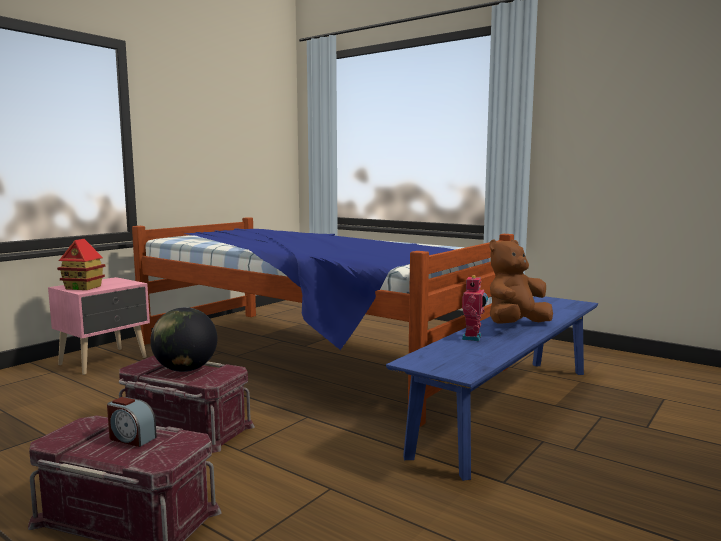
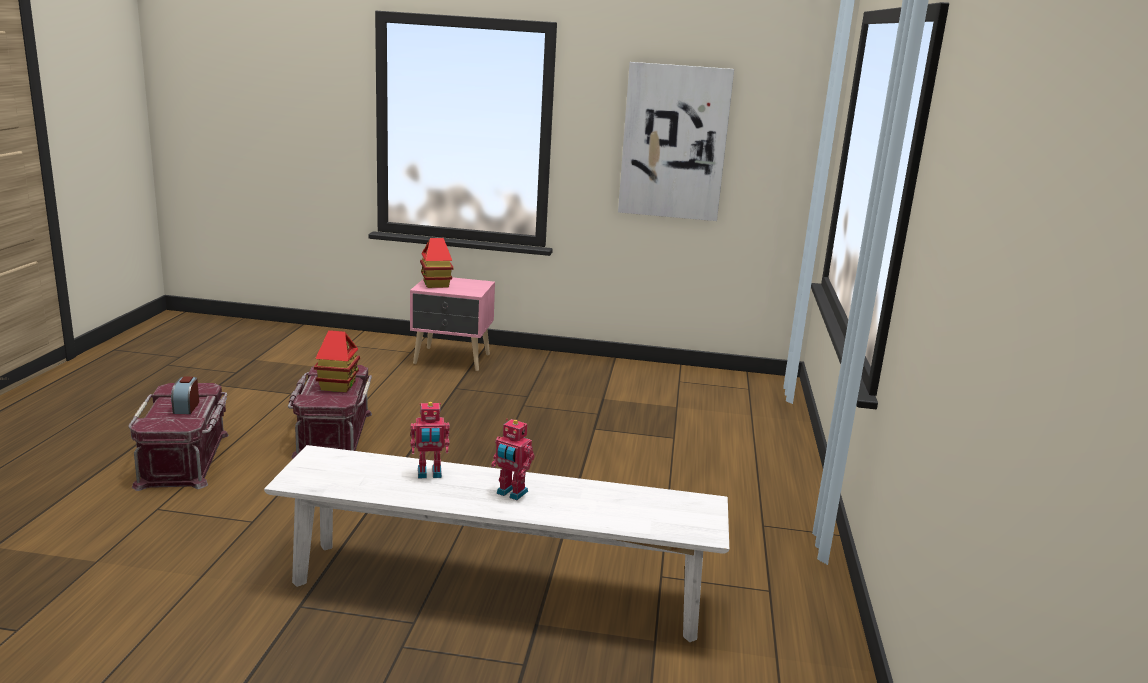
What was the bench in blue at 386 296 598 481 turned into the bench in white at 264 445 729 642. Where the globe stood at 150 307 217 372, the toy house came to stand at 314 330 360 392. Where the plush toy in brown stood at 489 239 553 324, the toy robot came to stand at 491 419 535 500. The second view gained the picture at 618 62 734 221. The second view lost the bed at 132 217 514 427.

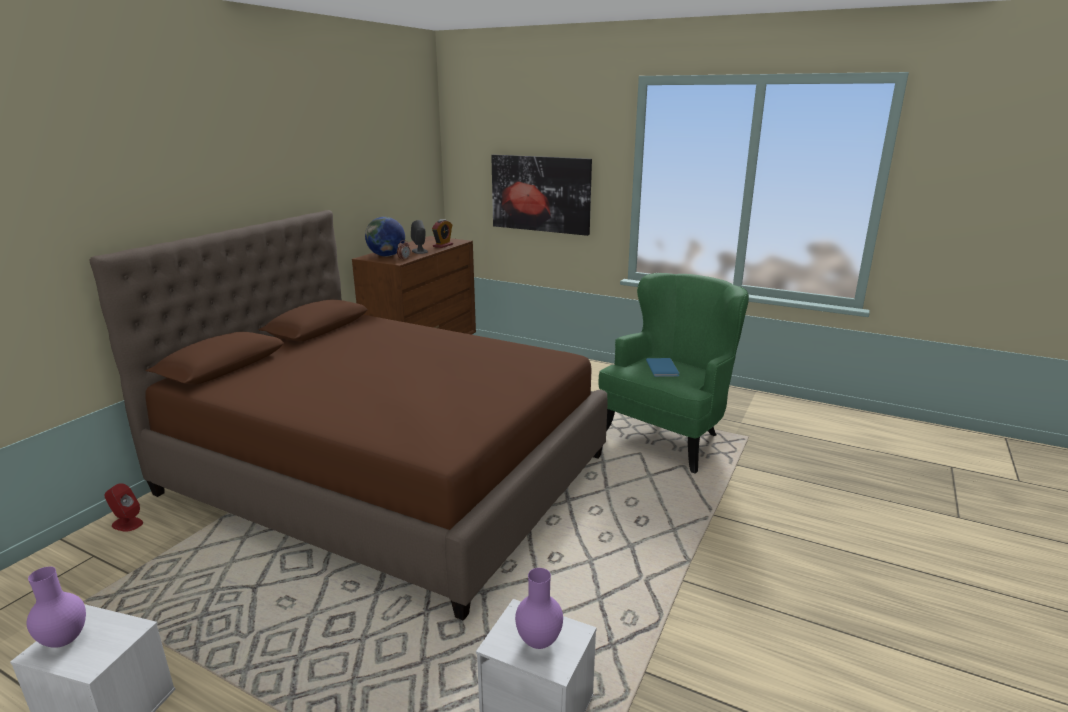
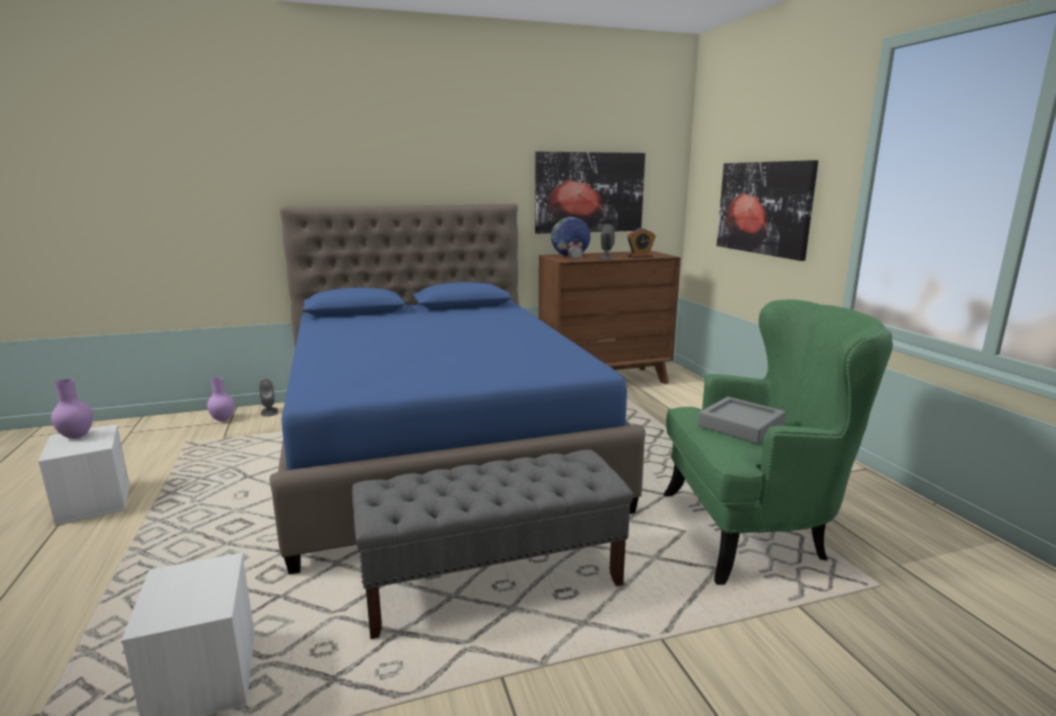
The vase in purple ended up elsewhere, having gone from 515 568 563 649 to 207 377 235 421. What was the speaker in red at 105 483 143 532 turned into the speaker in grey at 259 379 278 417. What was the bed in brown at 90 210 608 621 turned into the bed in blue at 270 204 646 575. The second view gained the bench in grey at 352 450 634 639. The second view gained the picture at 535 152 645 234. Where the book in blue stood at 646 358 680 377, the tray in grey came to stand at 698 397 785 444.

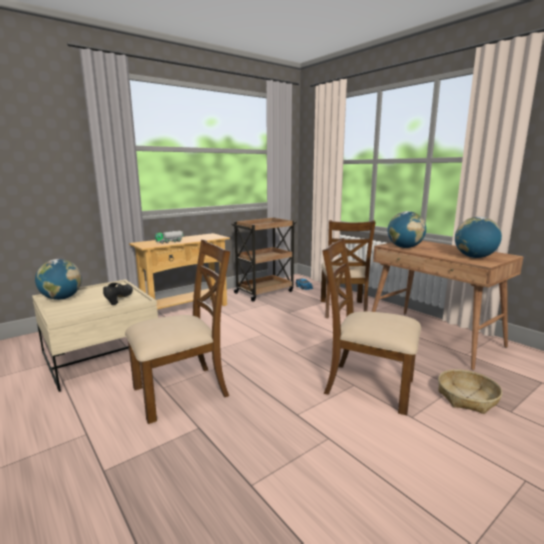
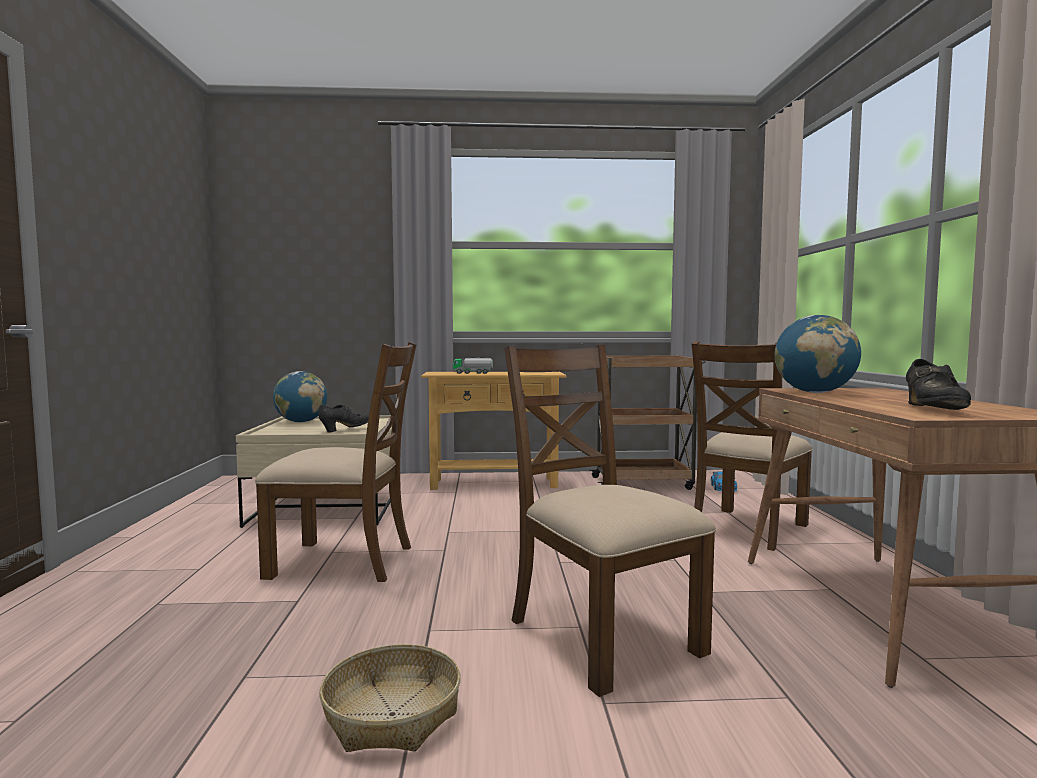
The basket ended up elsewhere, having gone from 438 369 502 414 to 319 644 461 752. Where the globe stood at 455 217 502 258, the shoe in black came to stand at 906 359 971 410.

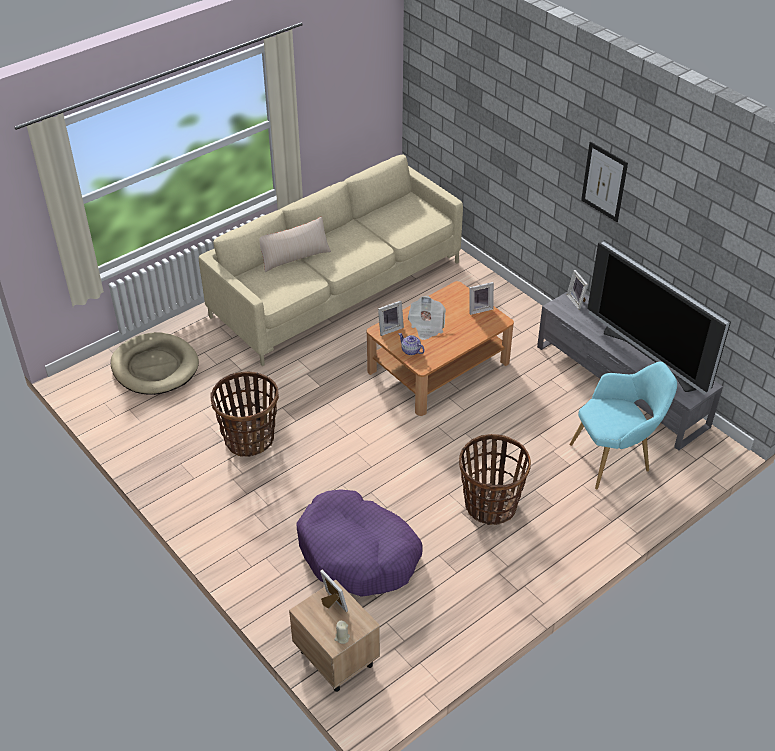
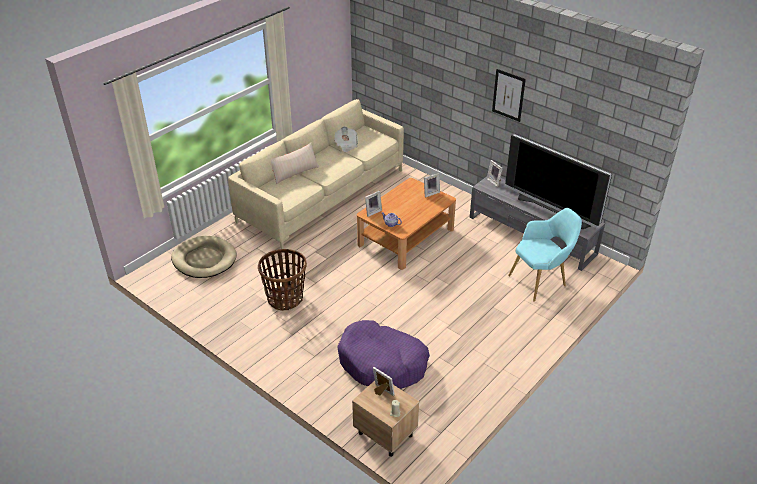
The newspaper ended up elsewhere, having gone from 408 296 446 340 to 334 126 358 152. The second view lost the basket at 459 434 531 525.

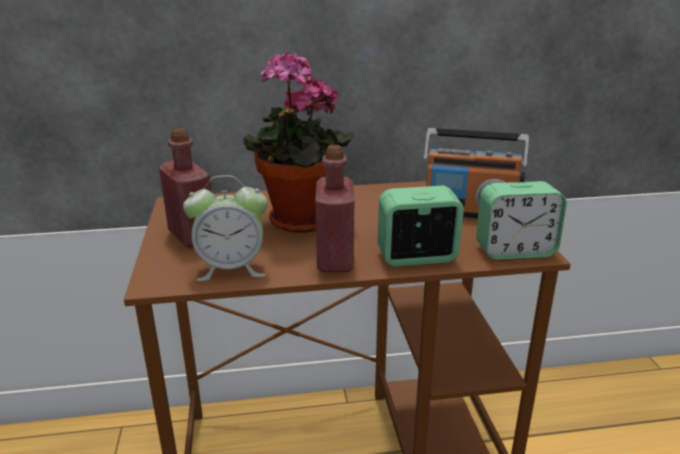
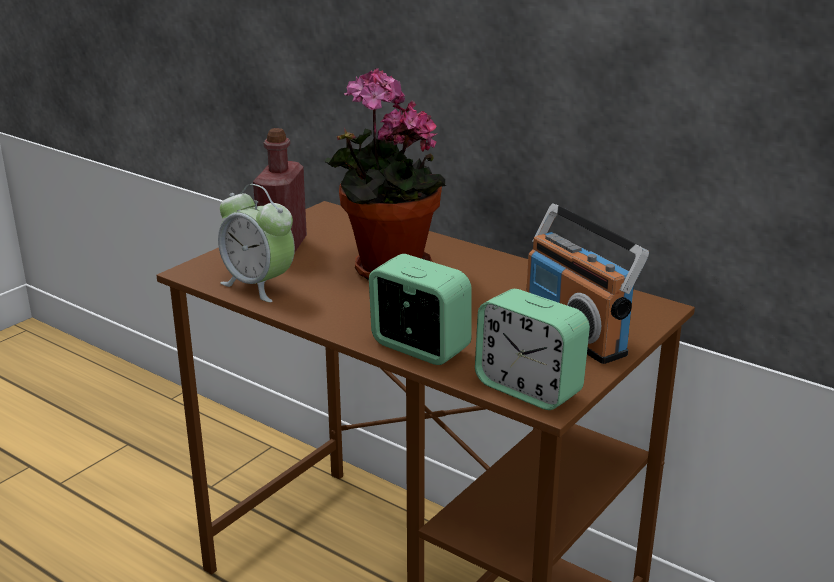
The second view lost the bottle in red at 315 145 354 272.

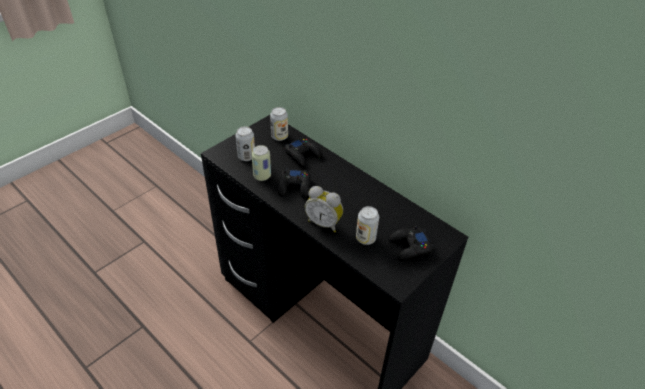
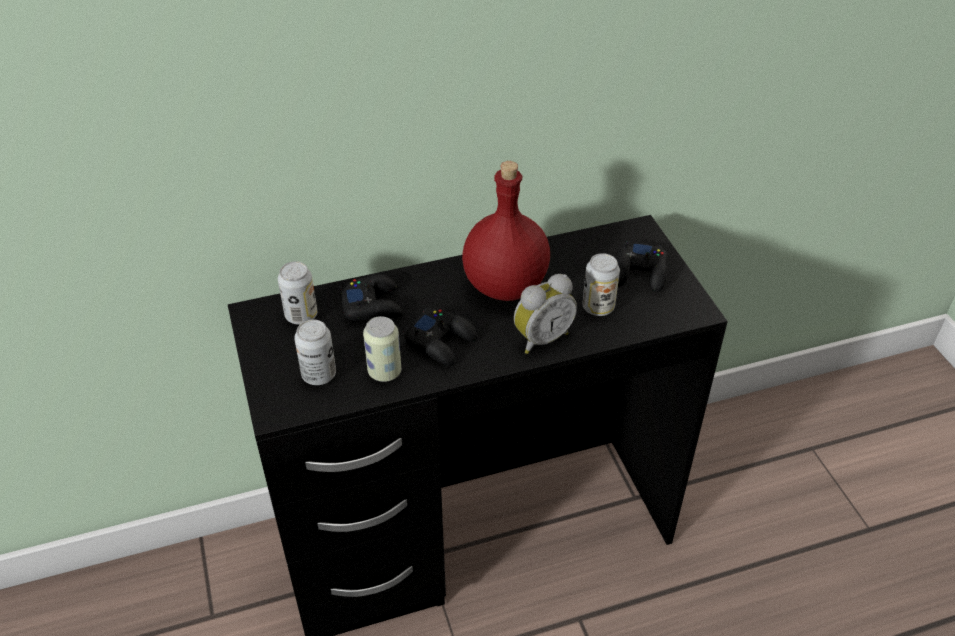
The second view gained the bottle in red at 462 161 550 301.

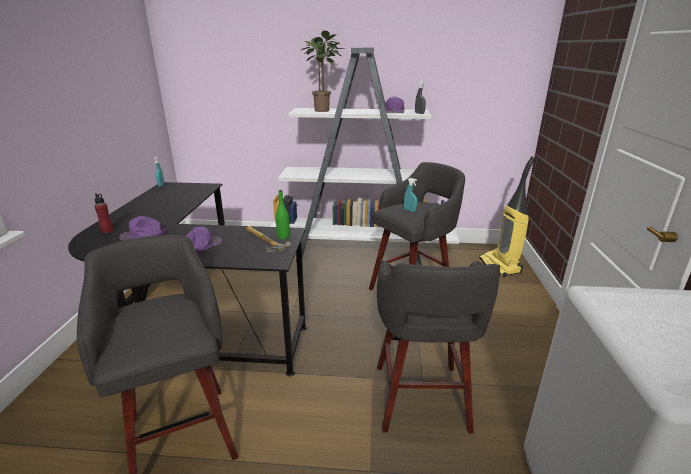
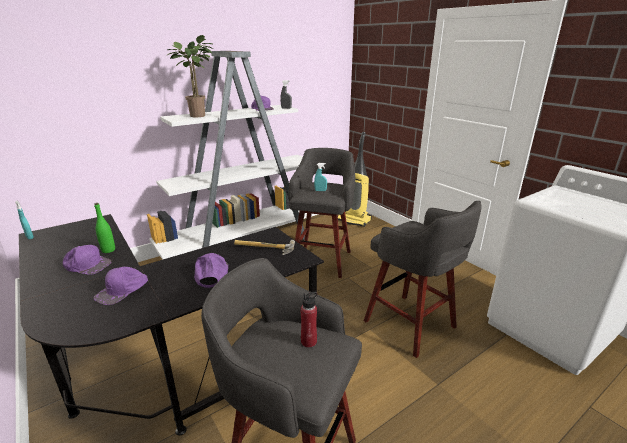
The second view gained the cap in purple at 63 245 112 275. The bottle in green ended up elsewhere, having gone from 276 190 290 239 to 94 203 115 253. The bottle in red ended up elsewhere, having gone from 95 193 114 233 to 300 292 318 347.

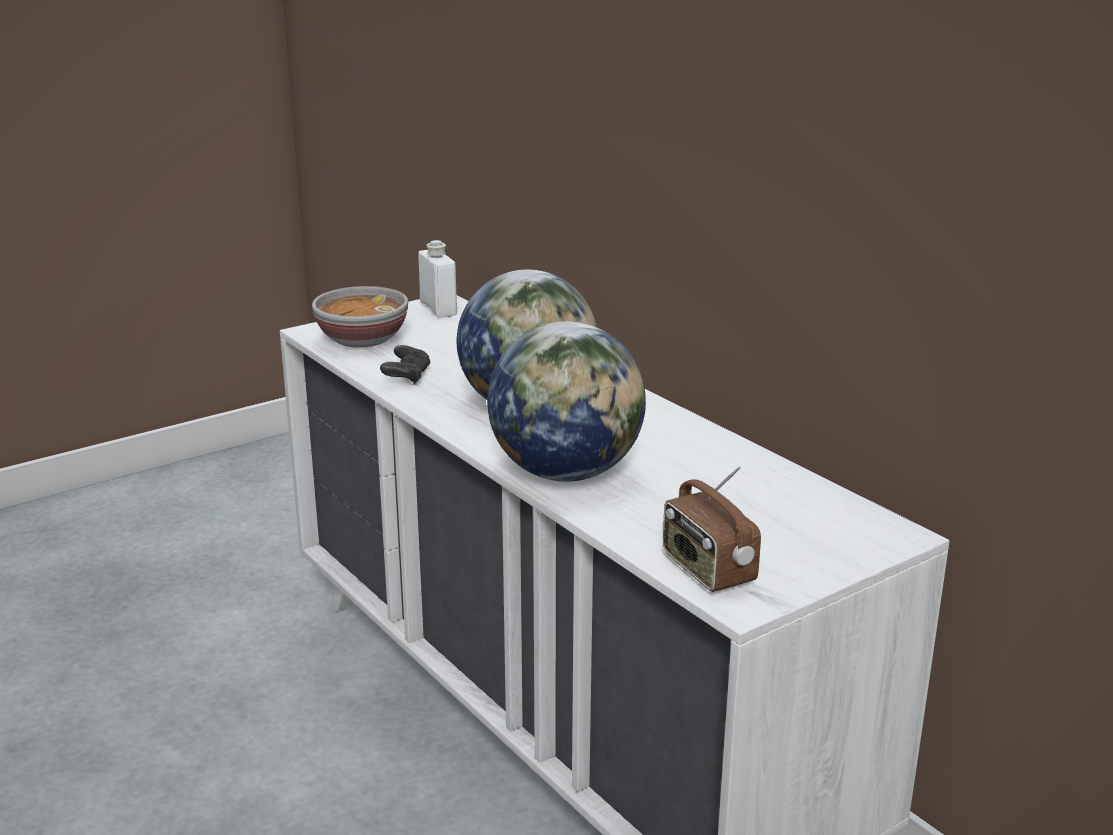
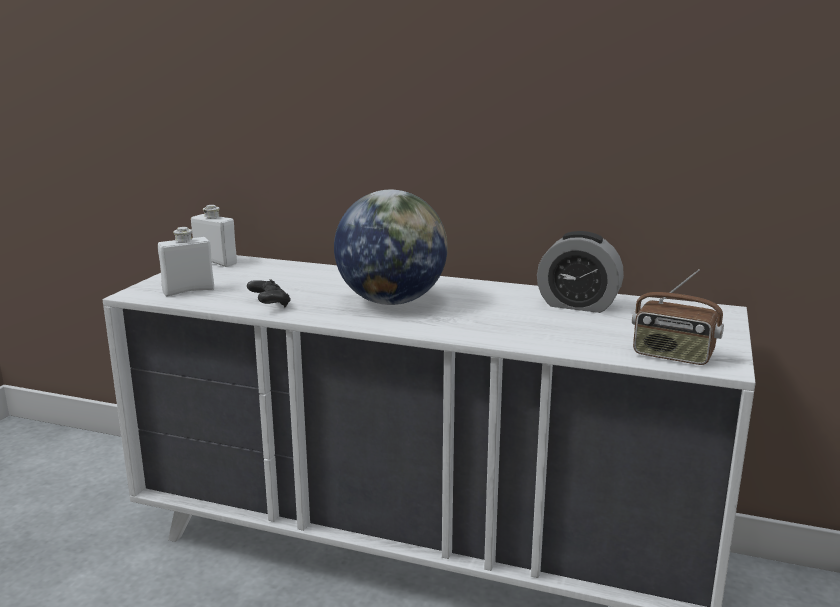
Where the bowl stood at 312 286 408 347, the bottle in white came to stand at 158 227 214 296. The second view gained the alarm clock at 537 231 624 313. The second view lost the globe at 487 321 646 482.

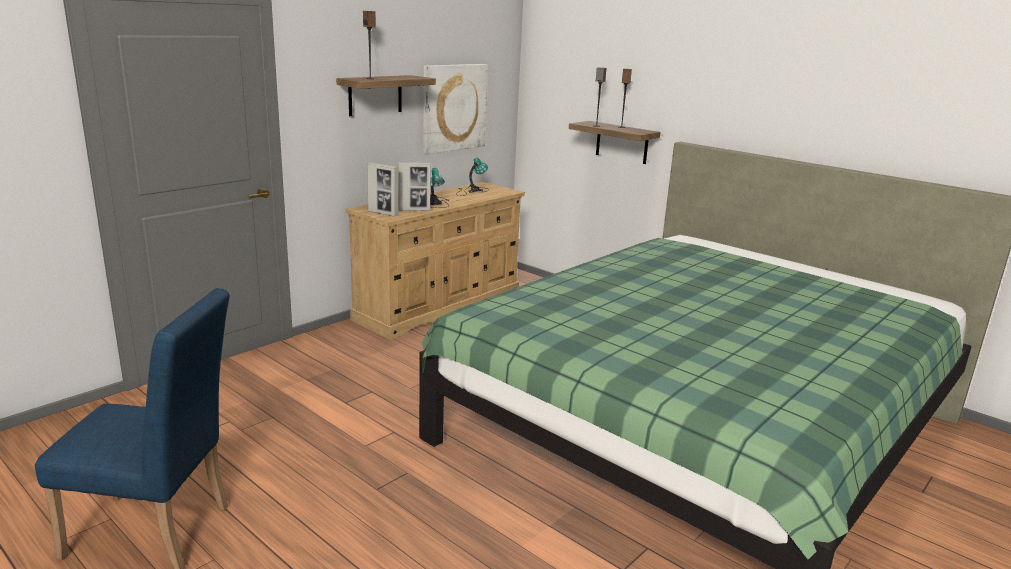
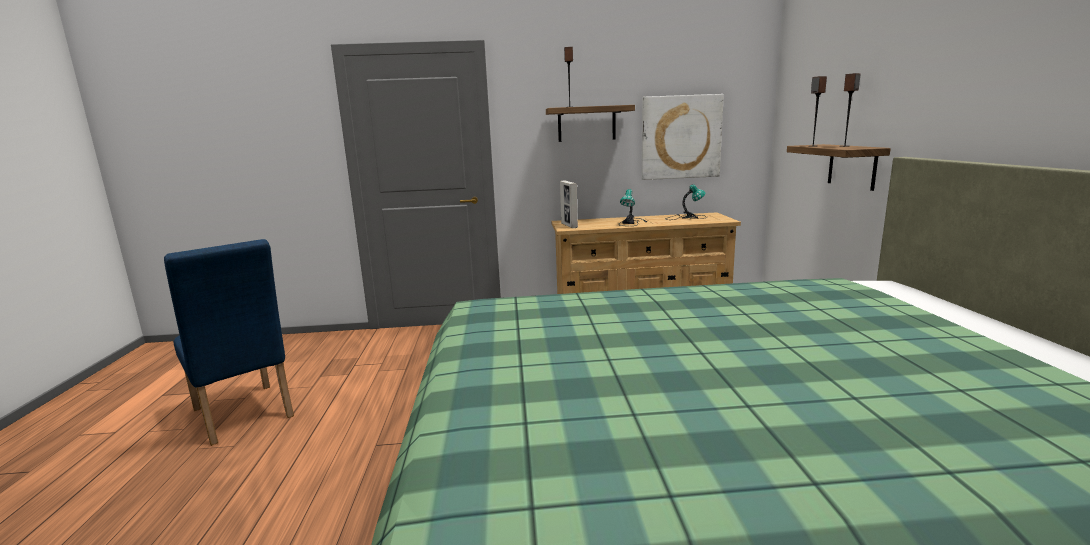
The second view lost the picture frame at 398 162 431 211.

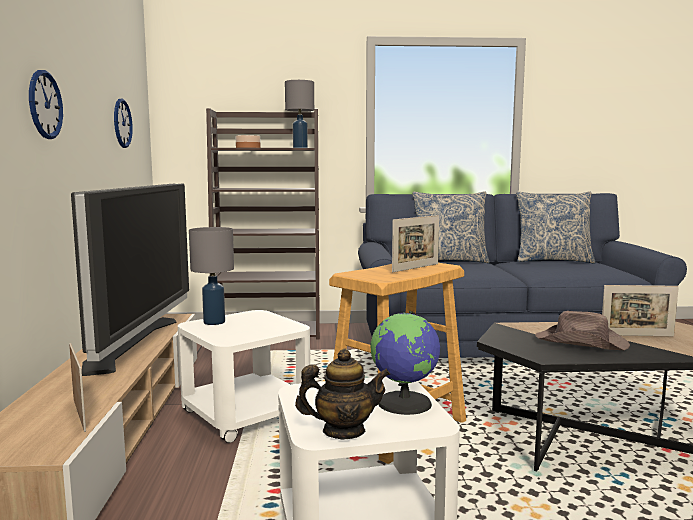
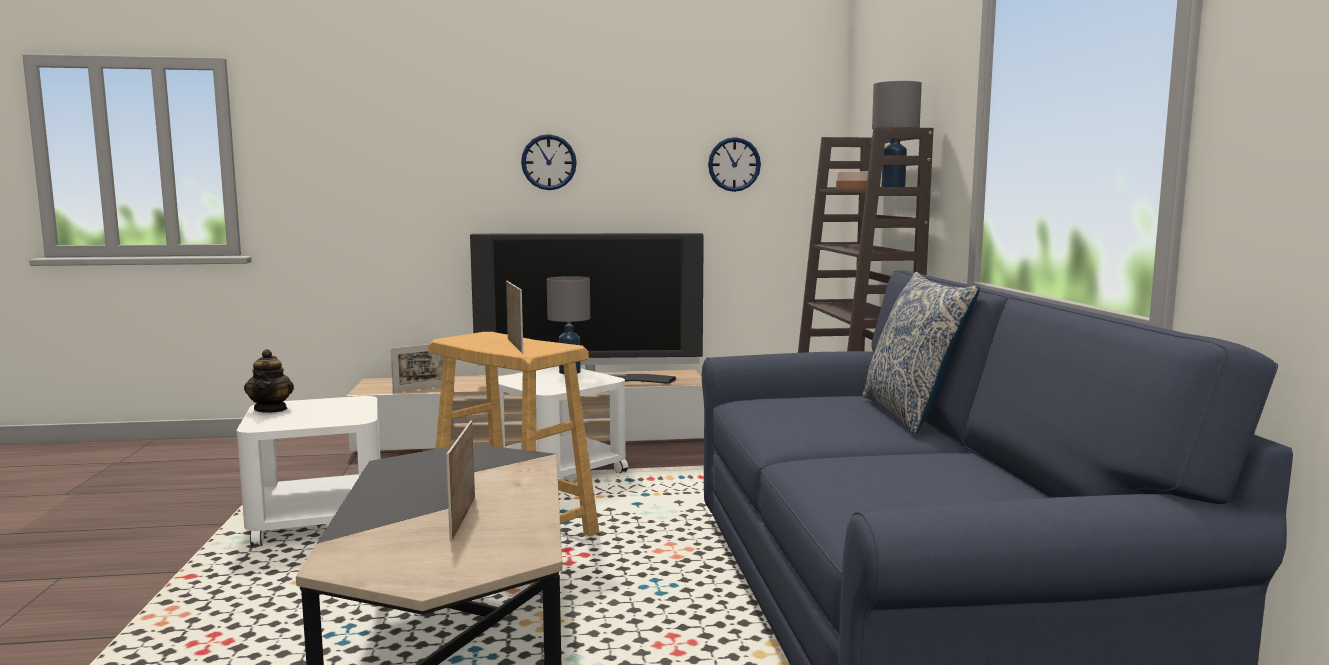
The picture frame at 392 215 439 272 ended up facing another way, 150 degrees counterclockwise from before. The second view lost the globe at 371 311 440 415. The second view lost the pillow at 516 191 596 263. The second view lost the hat in brown at 535 311 630 350.

